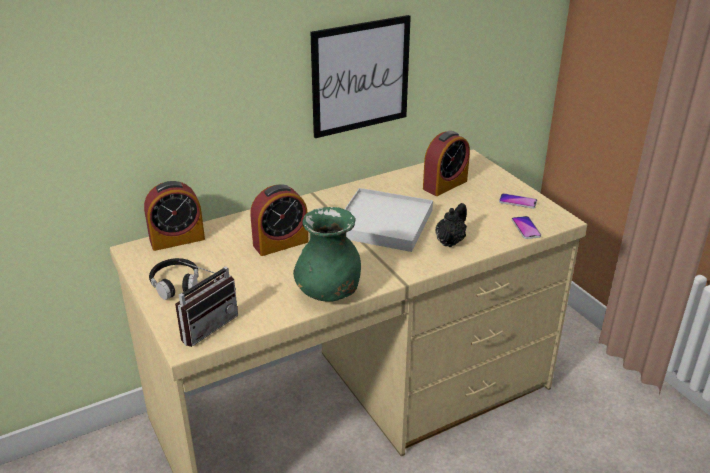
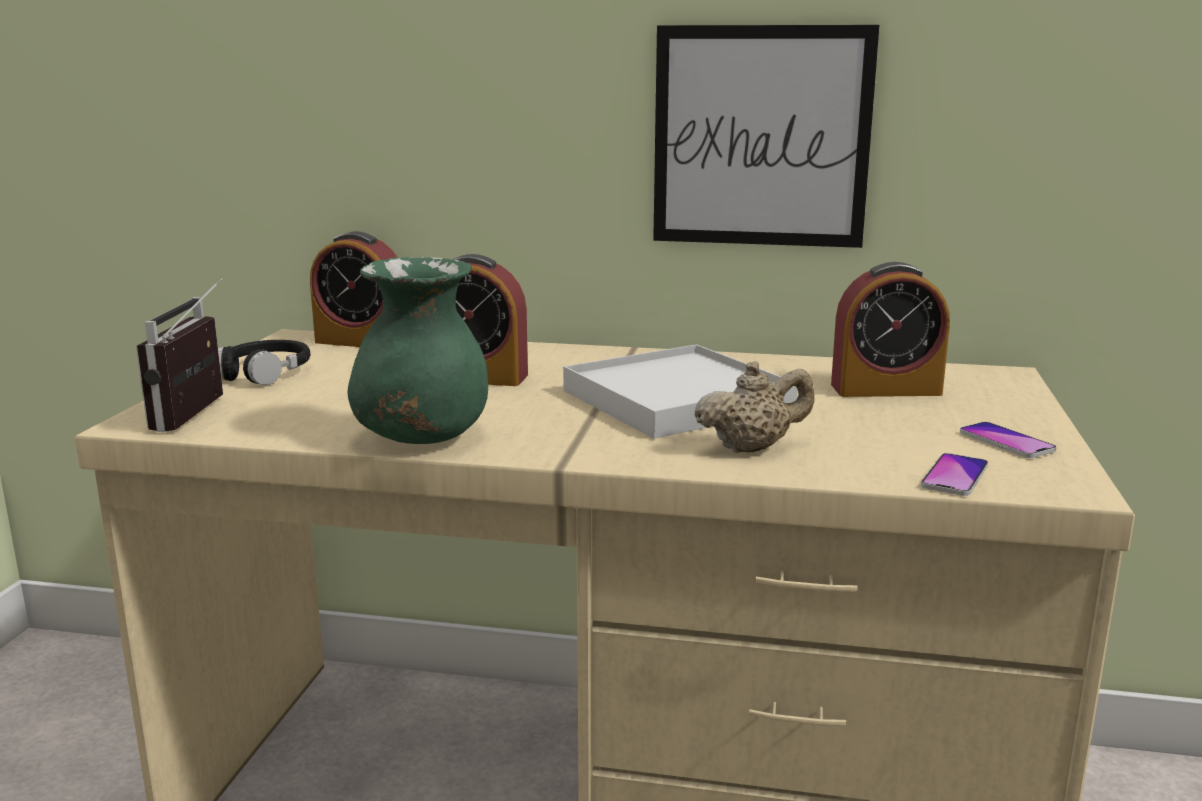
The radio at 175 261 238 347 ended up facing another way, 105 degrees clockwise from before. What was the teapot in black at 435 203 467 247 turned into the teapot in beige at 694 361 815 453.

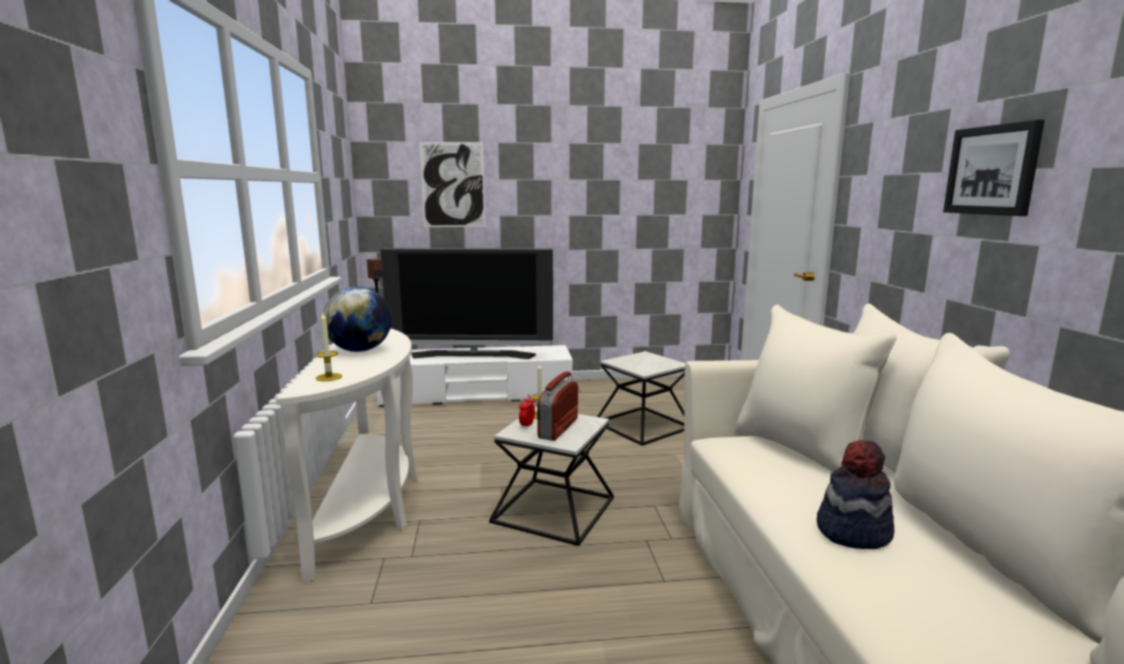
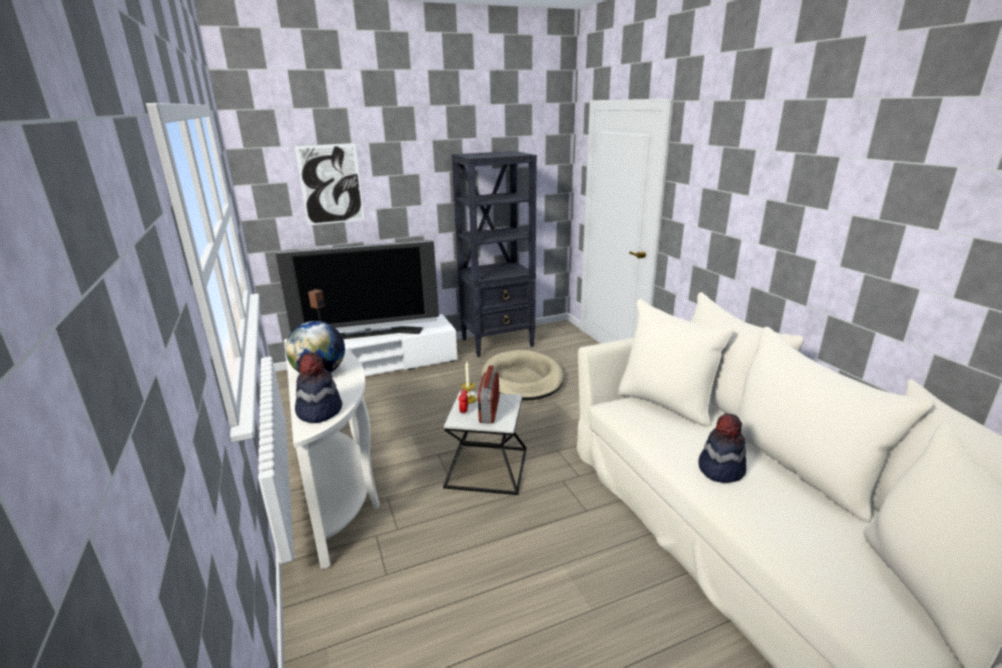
Where the candle stood at 315 313 342 381, the hat came to stand at 295 352 342 423. The second view gained the bookcase in black at 452 151 537 357. Where the side table stood at 597 351 686 446, the dog bed in beige came to stand at 482 350 564 400. The second view lost the picture at 943 120 1045 216.

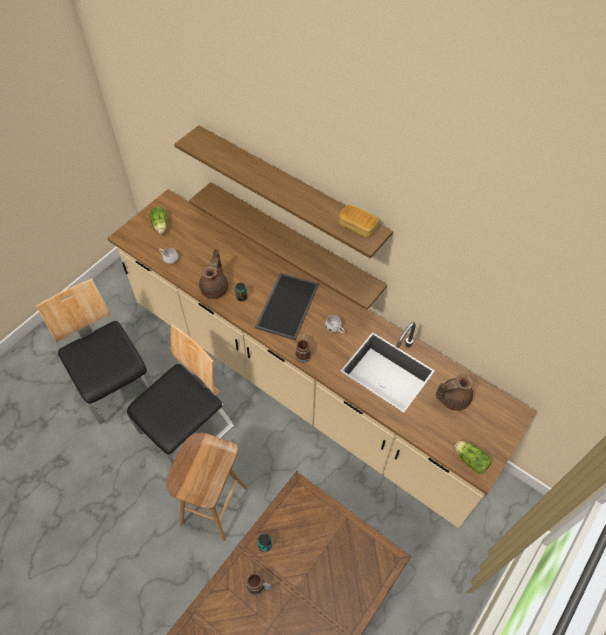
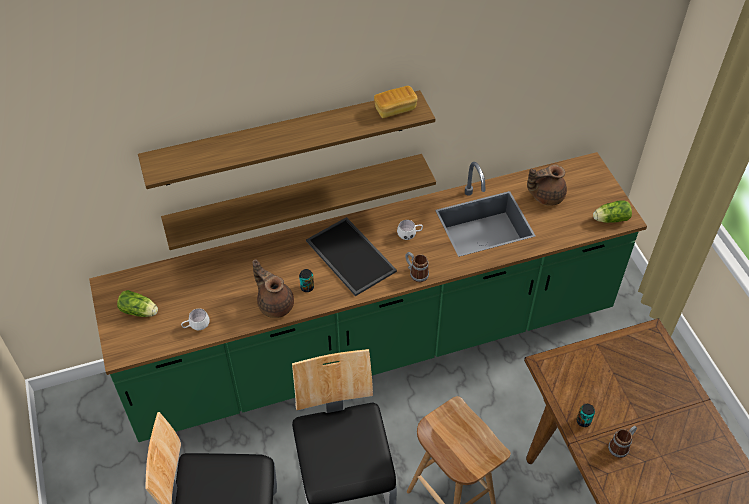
What was the counter in beige at 107 189 537 528 turned into the counter in green at 89 152 647 442. The teapot in brown at 436 374 473 411 ended up facing another way, 60 degrees clockwise from before.

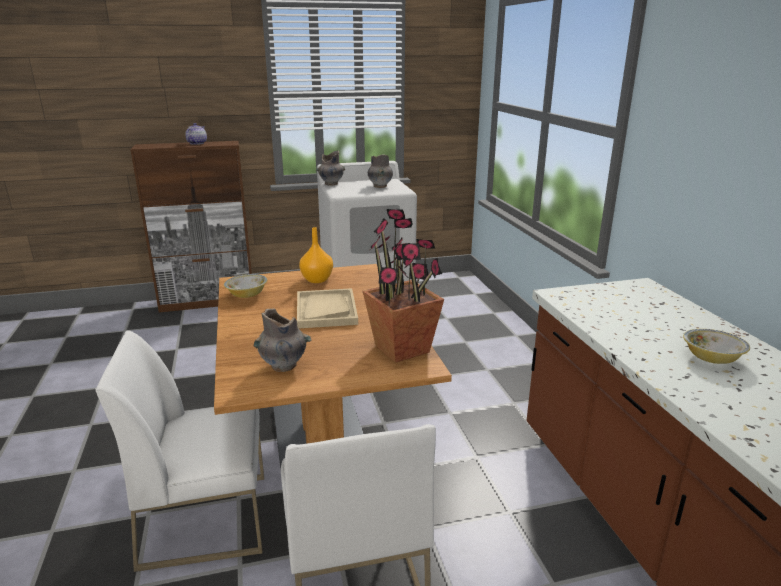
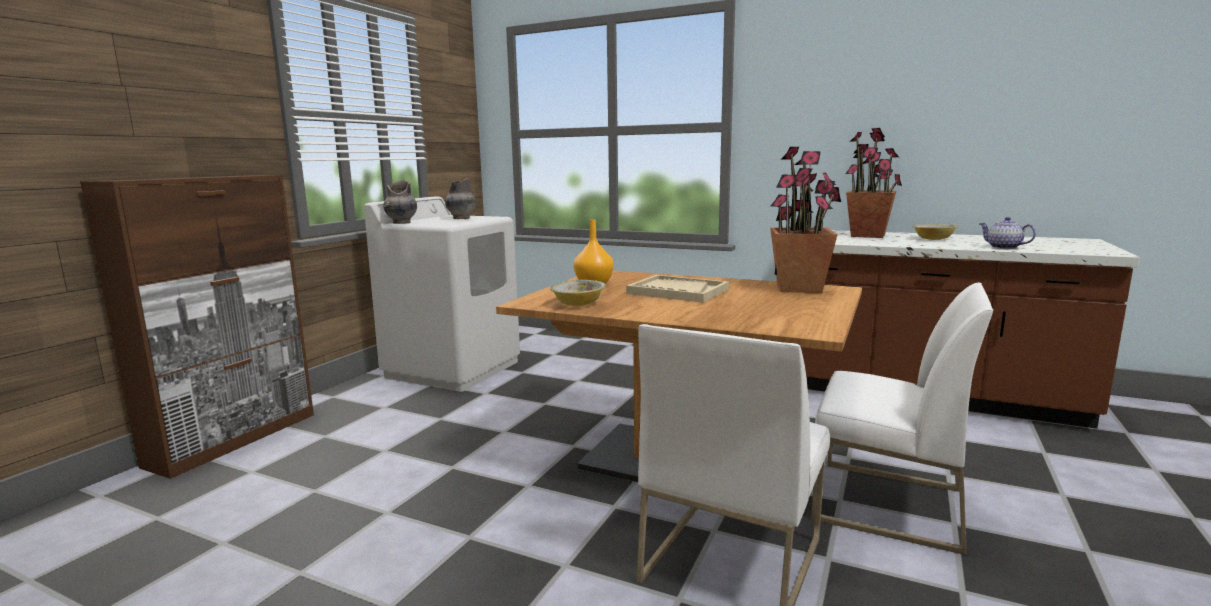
The second view gained the potted plant at 845 128 902 238. The teapot ended up elsewhere, having gone from 185 123 207 145 to 979 217 1036 249. The second view lost the vase in grey at 254 308 311 372.

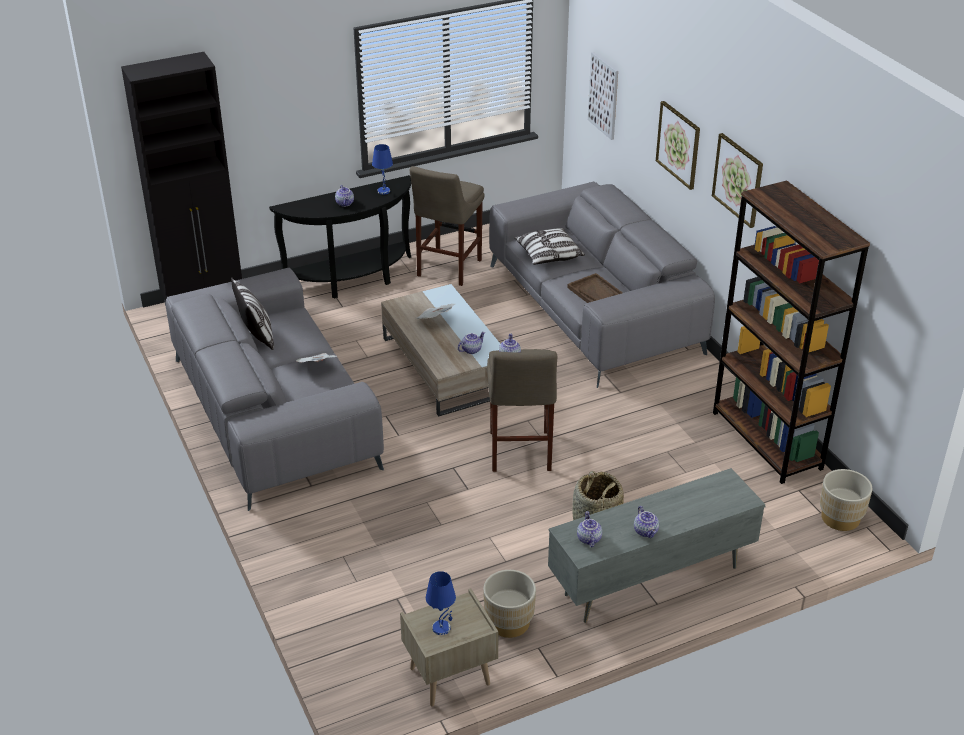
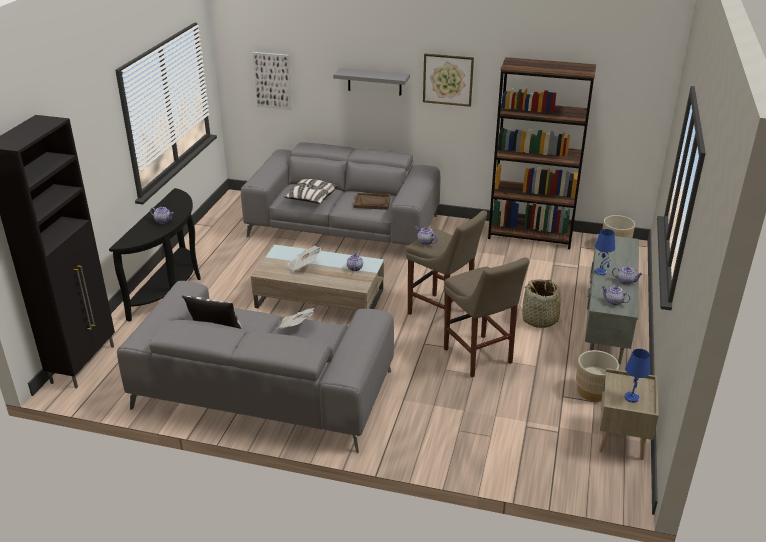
Where the picture hung at 656 101 700 190, the shelf in grey came to hang at 333 68 410 95. The stool in beige ended up elsewhere, having gone from 410 166 485 286 to 444 257 529 377. The table lamp in blue ended up elsewhere, having gone from 372 144 393 195 to 595 229 615 276.

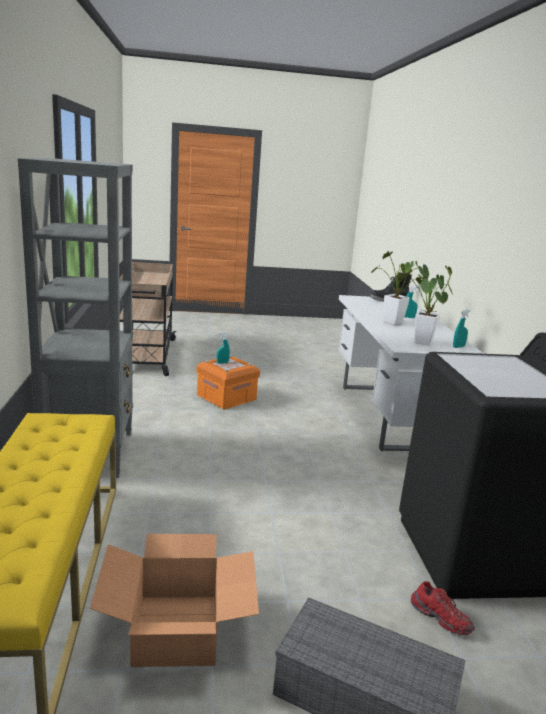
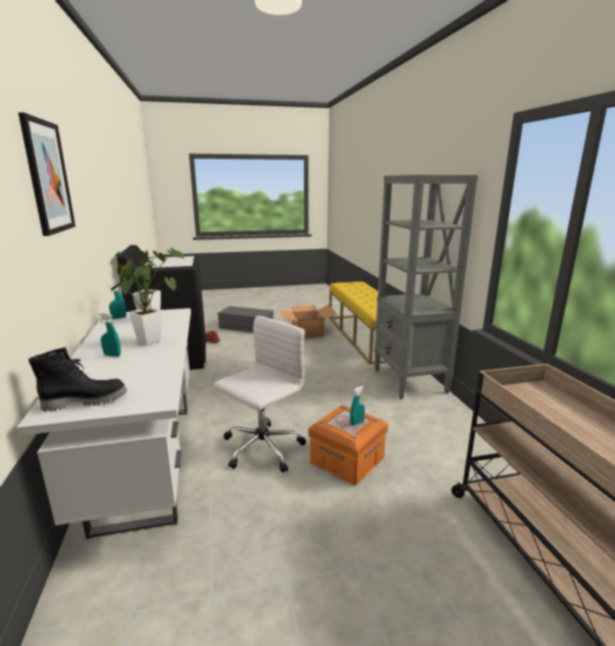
The second view gained the picture at 18 112 76 236. The second view gained the office chair in white at 213 316 306 473.

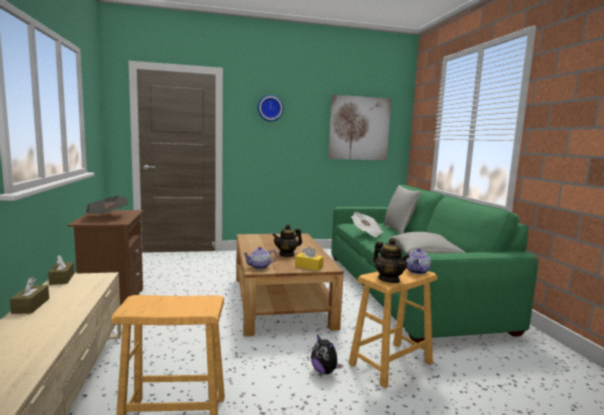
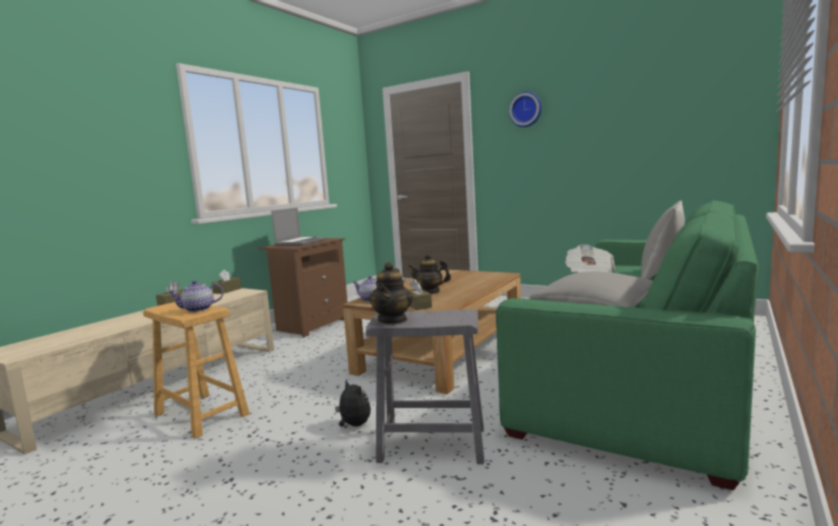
The teapot ended up elsewhere, having gone from 406 248 431 275 to 168 280 223 312. Where the newspaper stood at 86 196 128 214, the laptop came to stand at 271 208 326 246. The plush toy at 311 335 342 374 ended up facing another way, 135 degrees clockwise from before. What was the stool in brown at 348 268 437 388 turned into the stool in grey at 366 309 484 464. What was the tissue box in yellow at 295 246 324 271 turned into the tissue box in brown at 409 279 432 310. The second view lost the picture at 328 95 391 160.

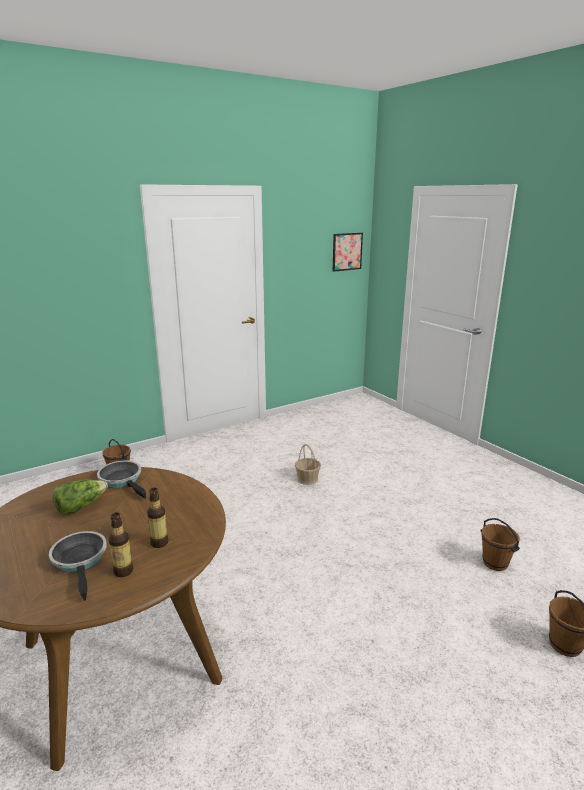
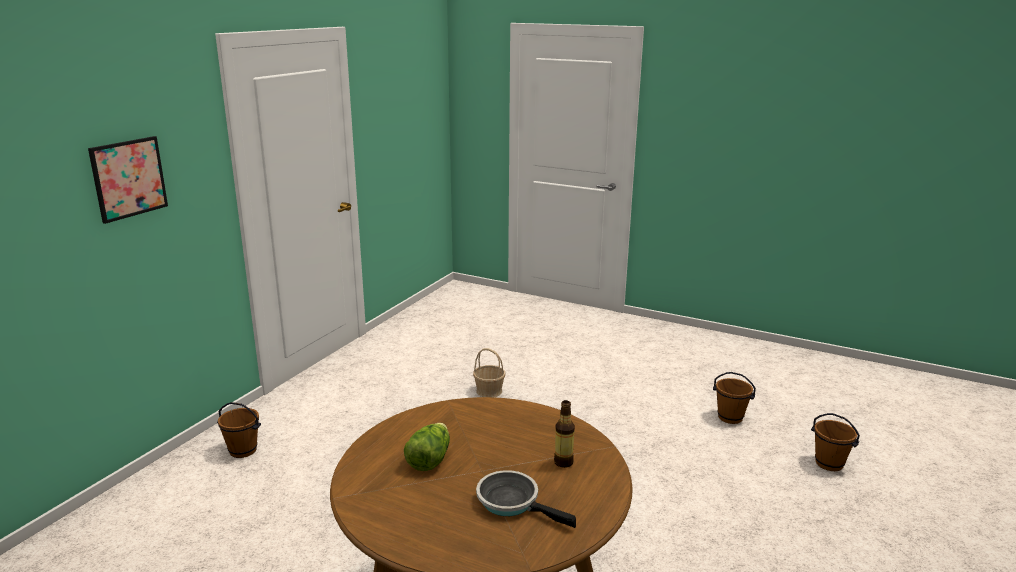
The picture ended up elsewhere, having gone from 333 233 363 272 to 88 136 168 224. The second view lost the frying pan at 97 461 146 499. The second view lost the bottle at 109 512 133 577.

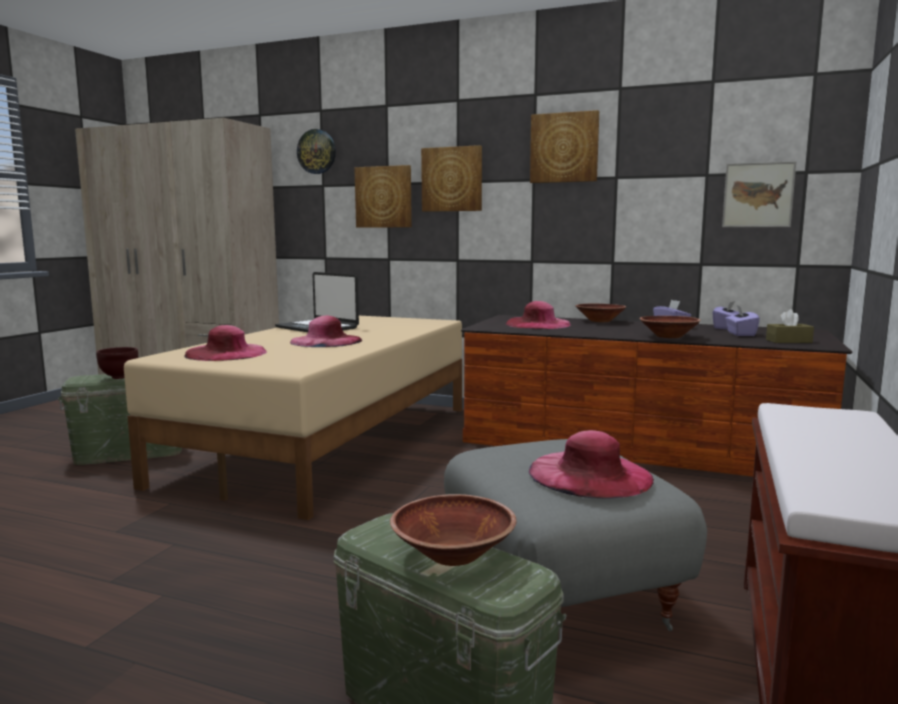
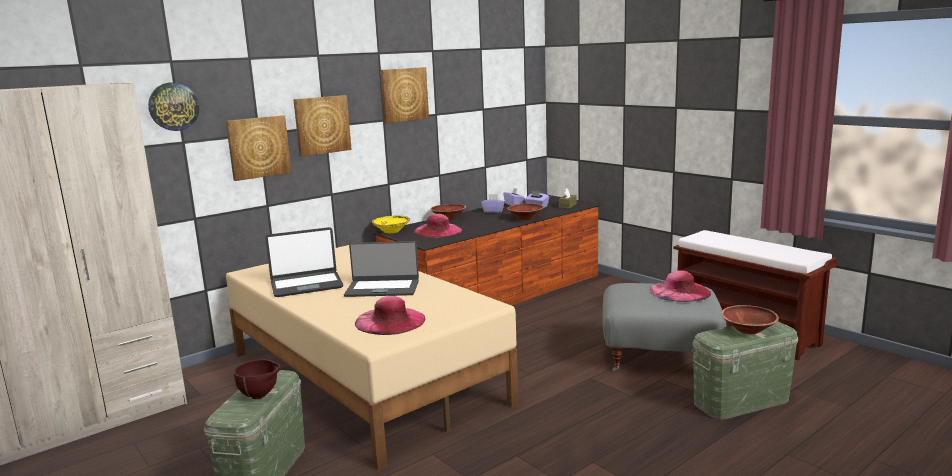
Where the hat in pink stood at 290 315 362 347, the laptop came to stand at 344 241 419 297. The second view gained the bowl in yellow at 372 216 410 233. The second view lost the picture at 722 161 796 227.

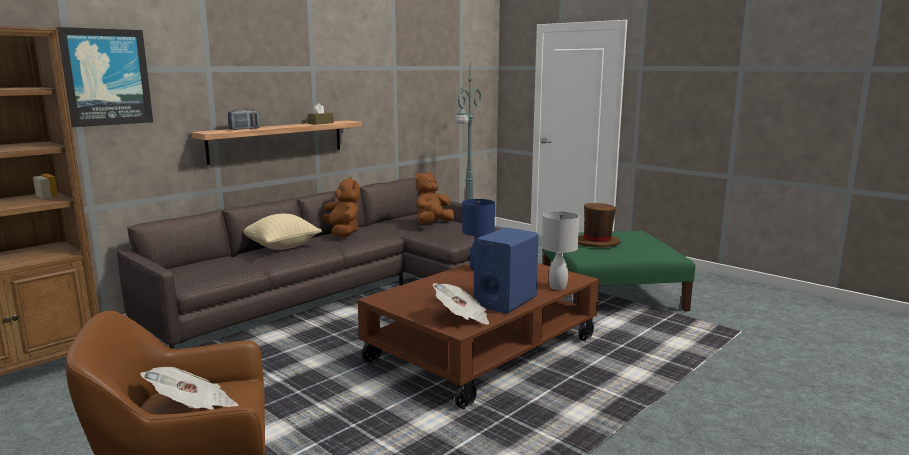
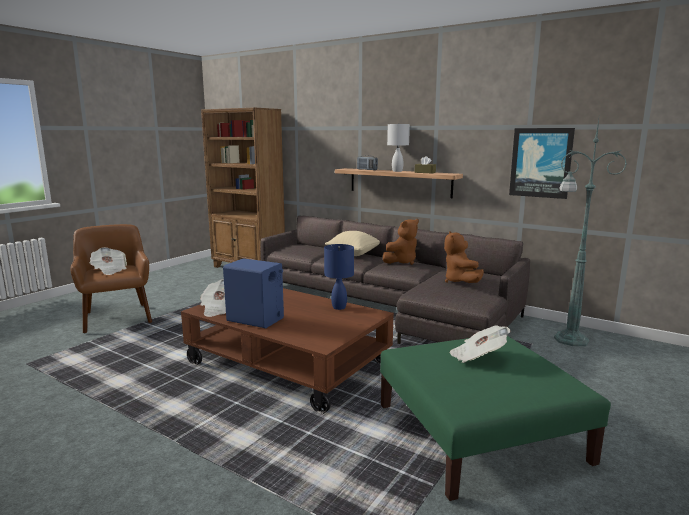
The table lamp in white ended up elsewhere, having gone from 542 211 579 290 to 387 123 410 172. The plush toy in brown at 415 172 454 224 ended up facing another way, 120 degrees counterclockwise from before. Where the hat in brown stood at 578 203 620 247, the newspaper came to stand at 449 325 511 363. The picture ended up elsewhere, having gone from 57 27 153 127 to 509 128 575 199.

